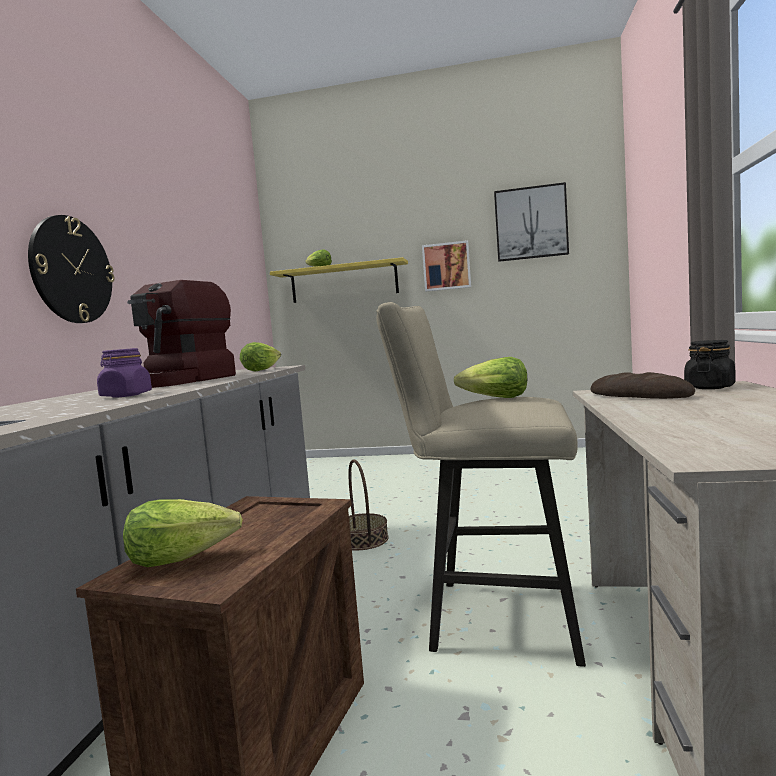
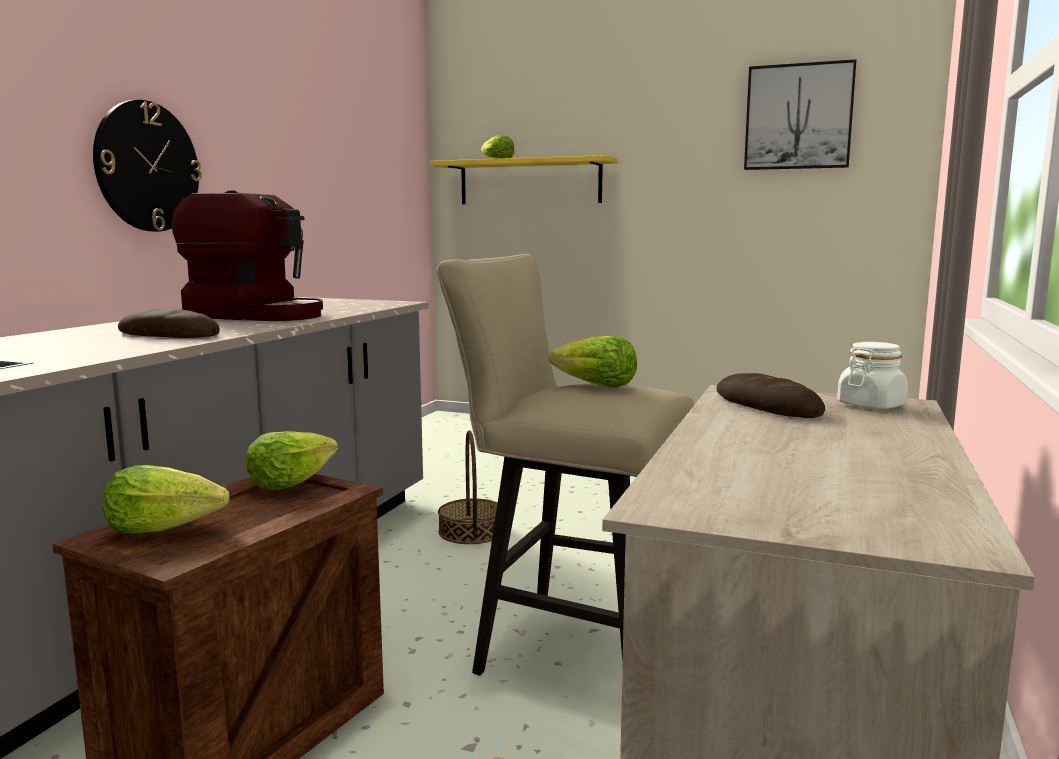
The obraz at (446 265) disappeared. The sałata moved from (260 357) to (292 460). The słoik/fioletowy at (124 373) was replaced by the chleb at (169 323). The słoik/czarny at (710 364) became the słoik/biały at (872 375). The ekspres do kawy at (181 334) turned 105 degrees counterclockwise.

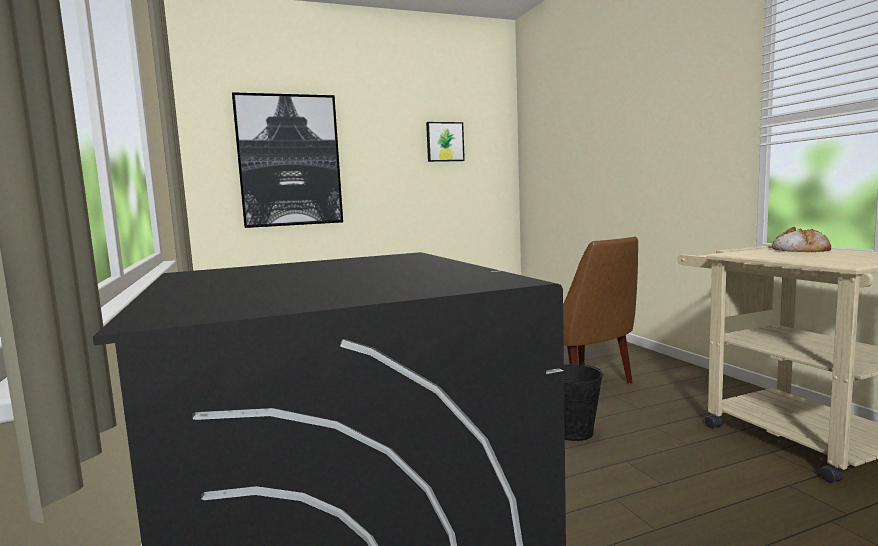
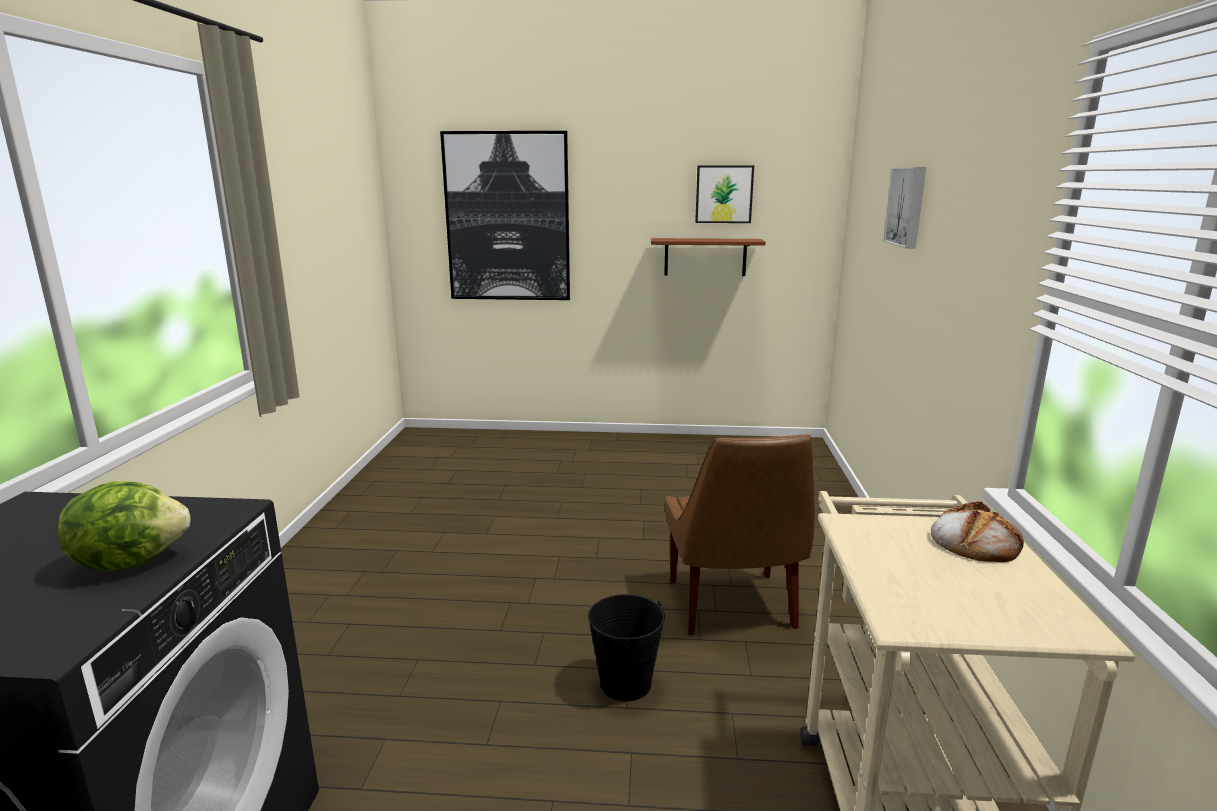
The sałata at (124 526) appeared. The półka/brązowy at (708 257) appeared. The obraz at (904 208) appeared.

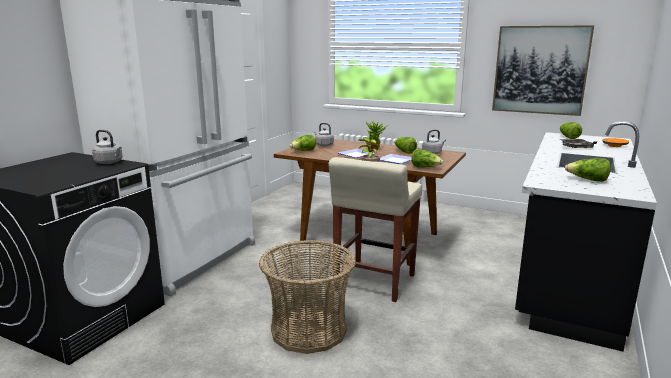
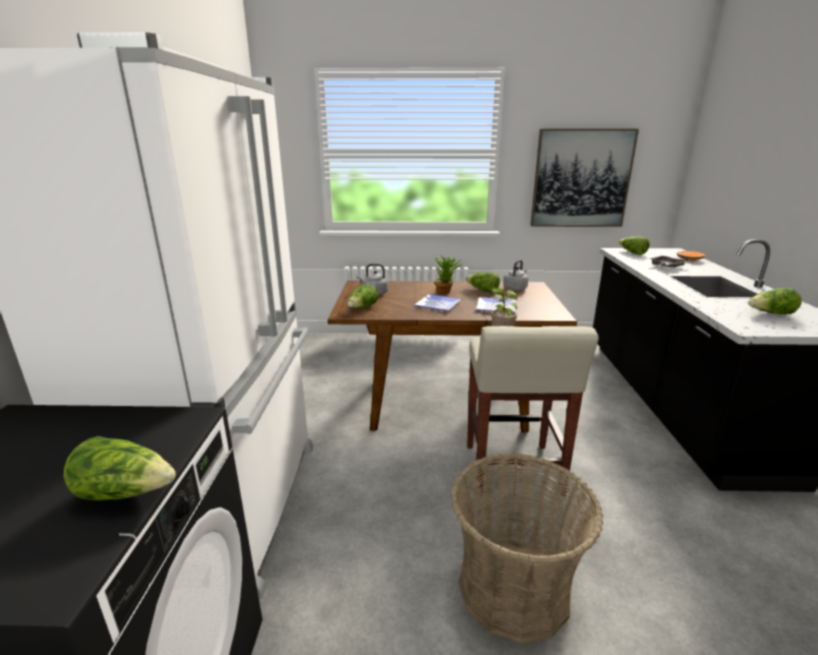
The czajnik/szary at (107 147) disappeared. The sałata moved from (427 158) to (120 468).

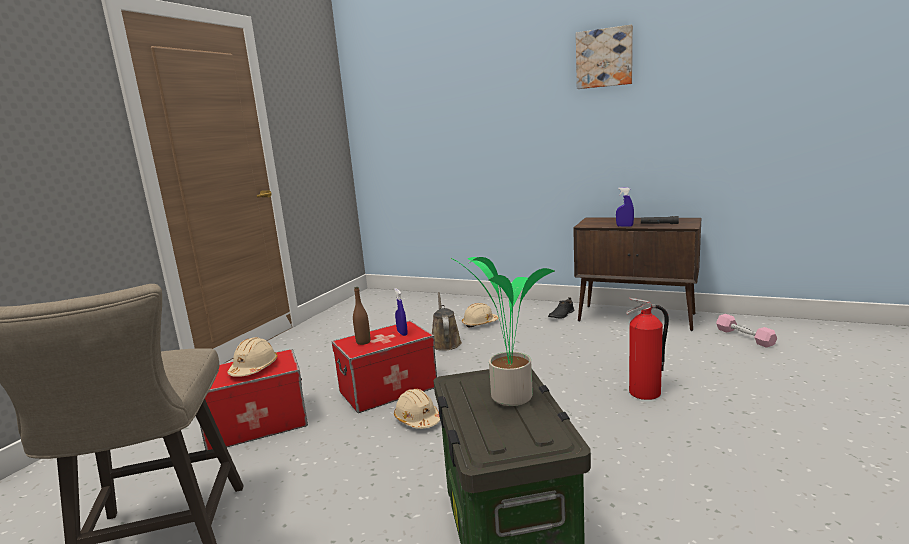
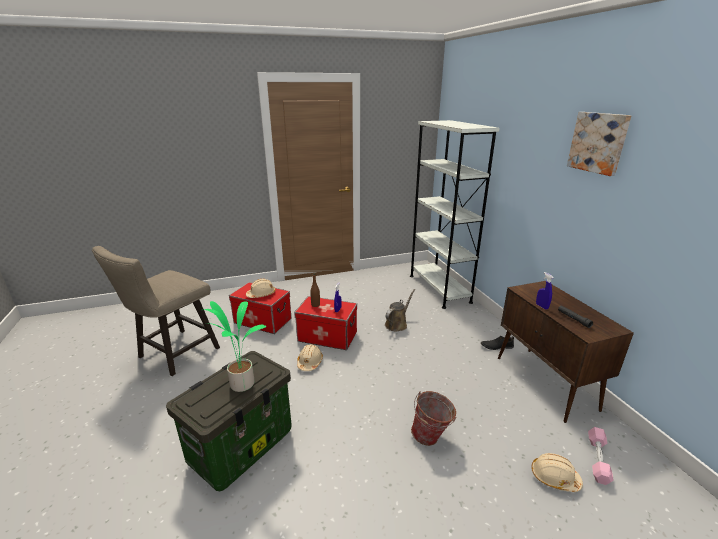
The regał/biały at (455 214) appeared. The kask/beżowy moved from (480 315) to (557 472). The gaśnica at (647 349) was replaced by the wiadro at (433 418).

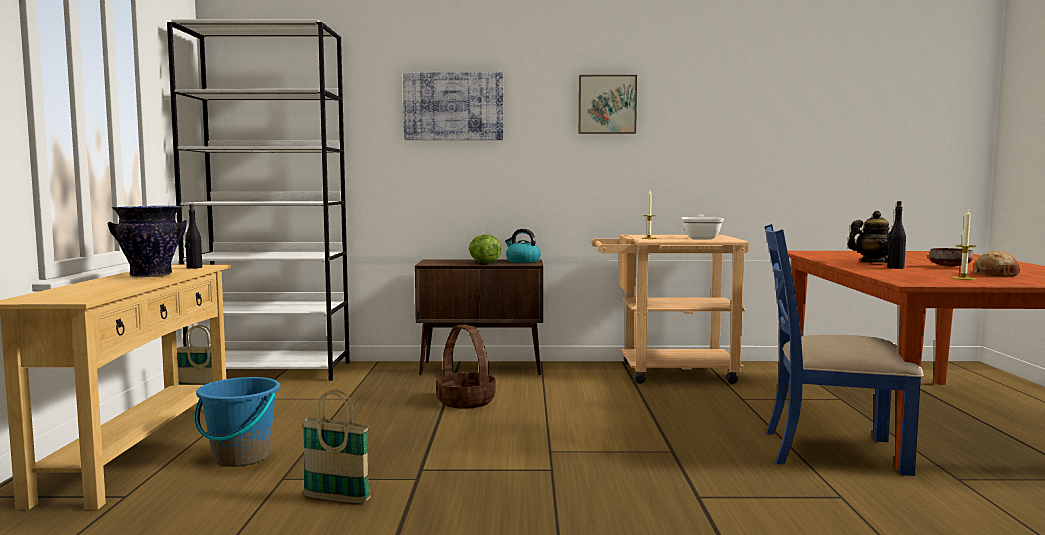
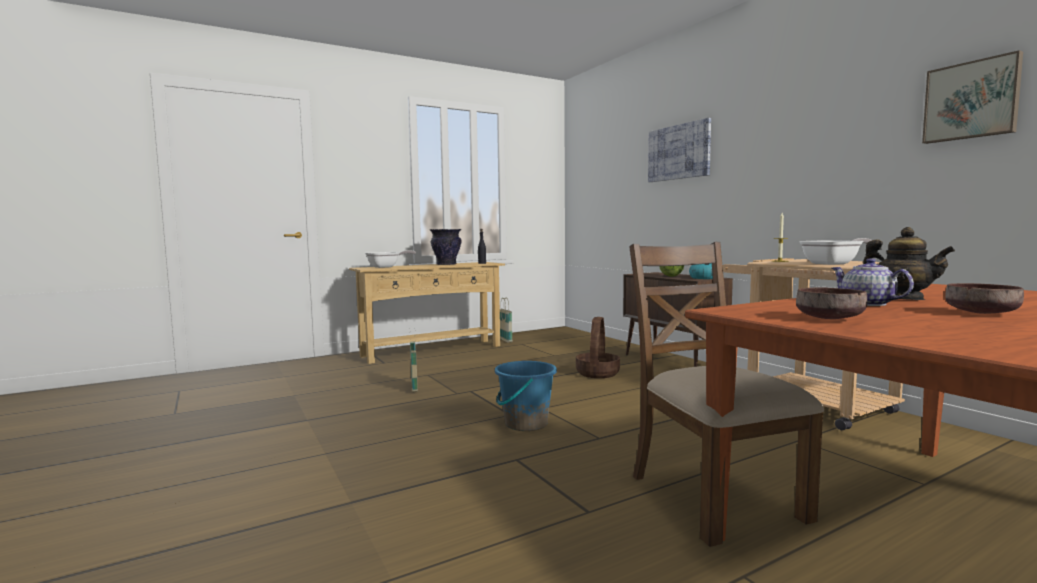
The regał/biały at (258 200) disappeared. The chleb at (997 264) disappeared. The patelnia at (390 259) appeared. The wiadro/niebieski moved from (237 422) to (526 396). The obraz moved from (607 104) to (972 97). The butelka/czarny at (896 235) was replaced by the imbryk at (872 282). The świeca at (963 245) was replaced by the miska/brązowy at (831 303). The krzesło/niebieski at (844 350) became the krzesło/brązowy at (726 394).

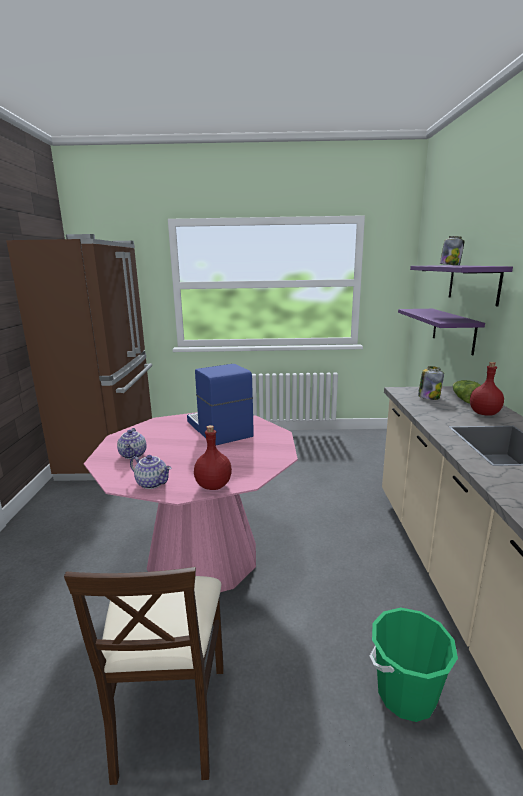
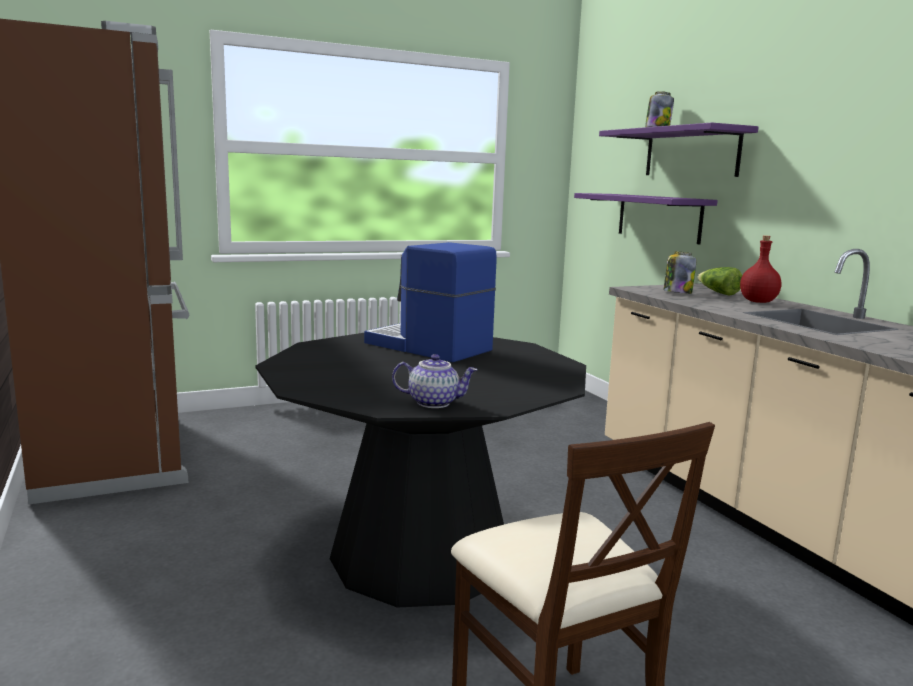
The imbryk at (132 443) disappeared. The butelka/czerwony at (213 457) disappeared. The wiadro/zielony at (414 665) disappeared. The stół jadalny/różowy at (191 502) became the stół jadalny/czarny at (421 470).

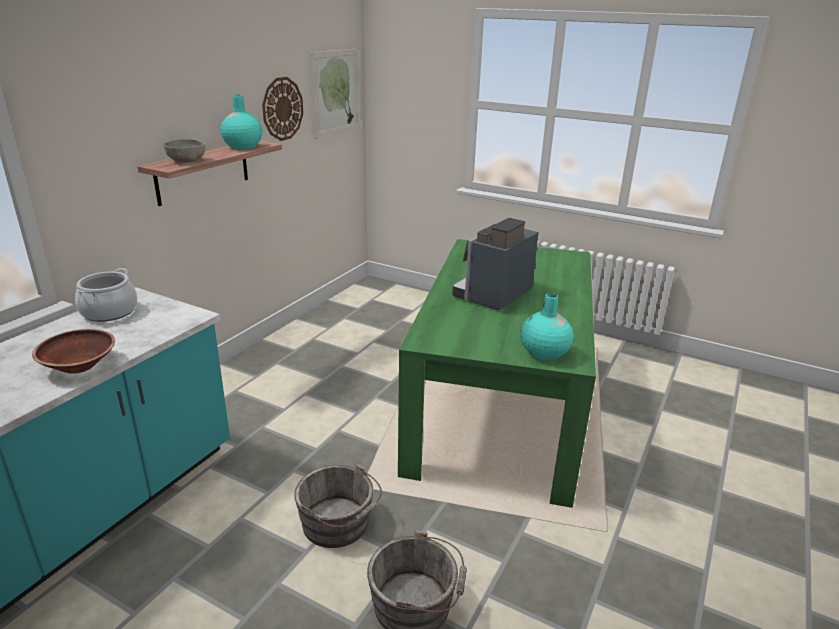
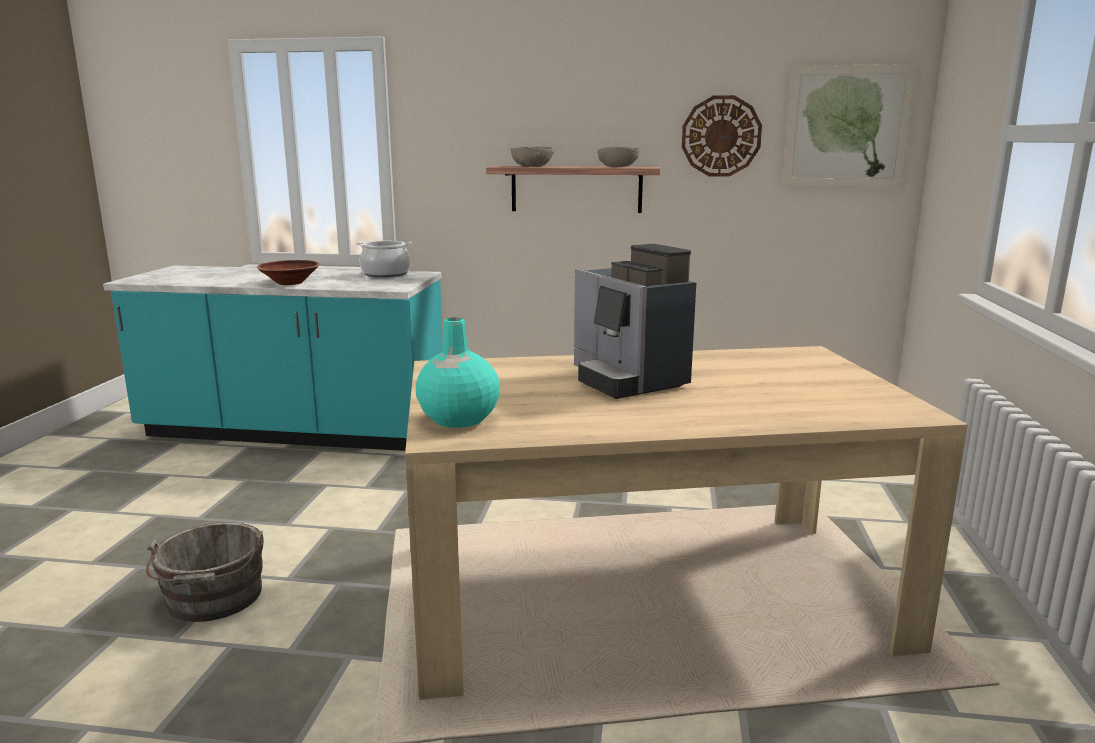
The wiadro/szary at (338 505) disappeared. The wazon/turkusowy at (241 122) was replaced by the miska/szary at (618 157). The stół jadalny/zielony at (497 373) became the stół jadalny/beżowy at (686 523). The ekspres do kawy at (495 264) turned 135 degrees counterclockwise.

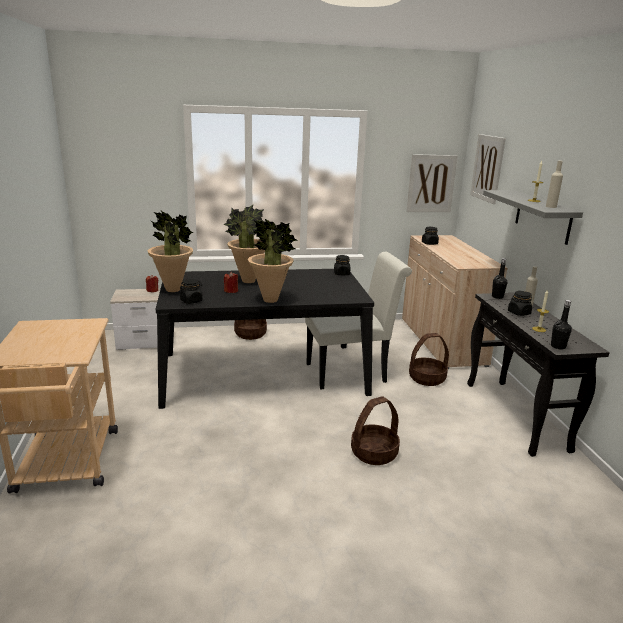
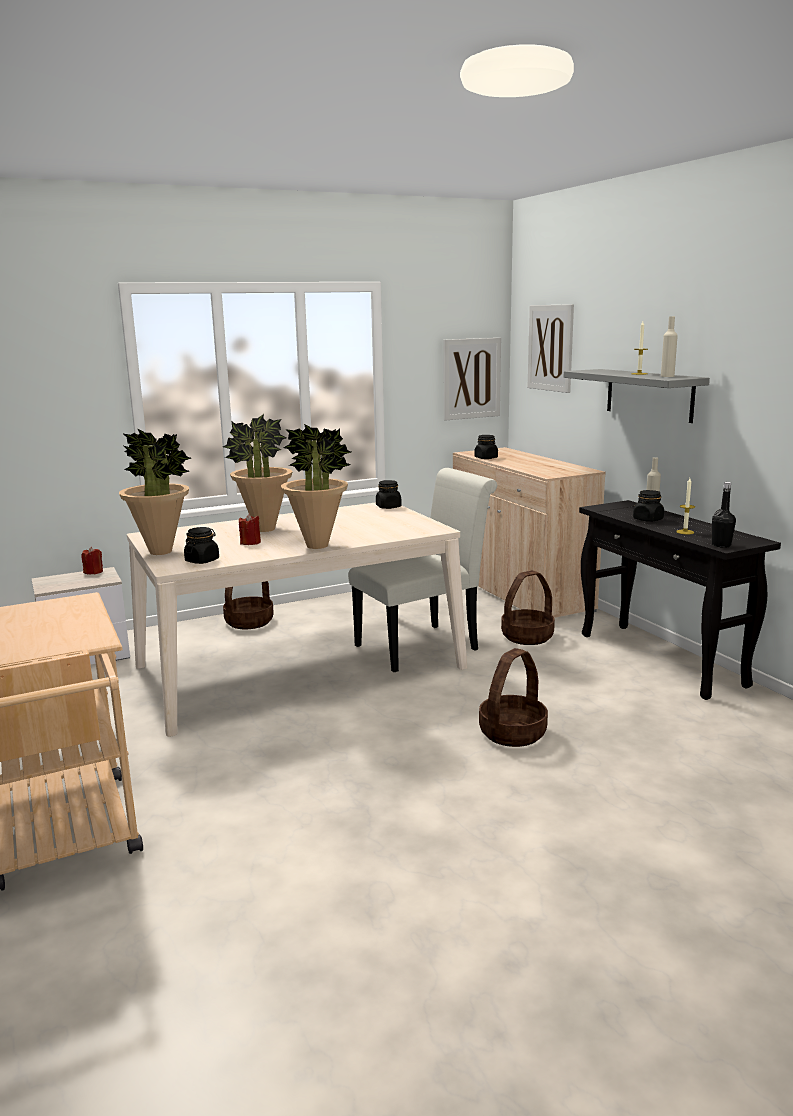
The butelka/czarny at (499 278) disappeared. The stół jadalny/czarny at (265 339) became the stół jadalny/beżowy at (297 620).

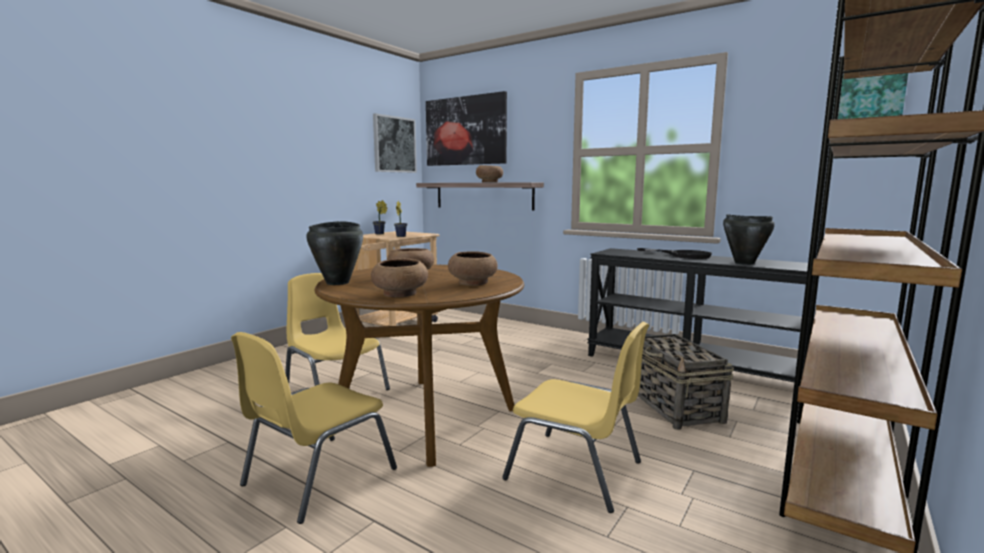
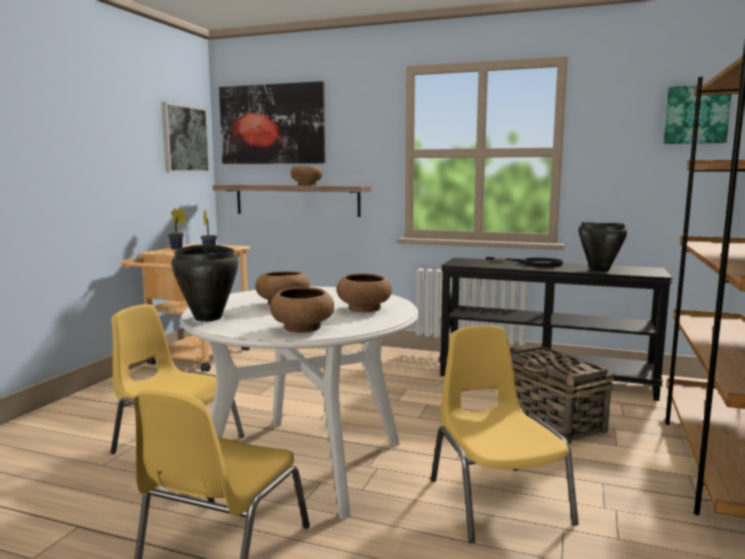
The stół jadalny/brązowy at (419 366) became the stół jadalny/biały at (299 403). The krzesło/żółty at (575 417) turned 120 degrees counterclockwise.

